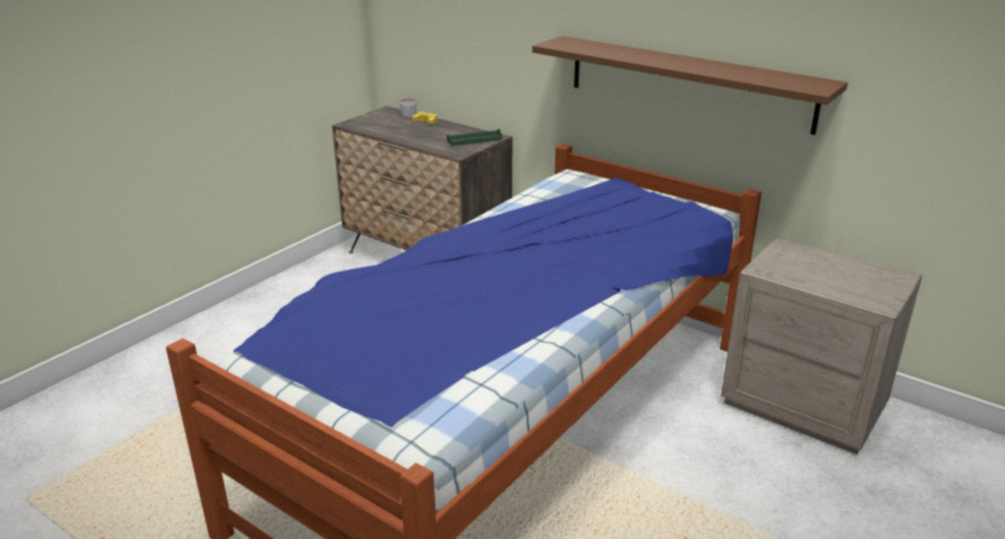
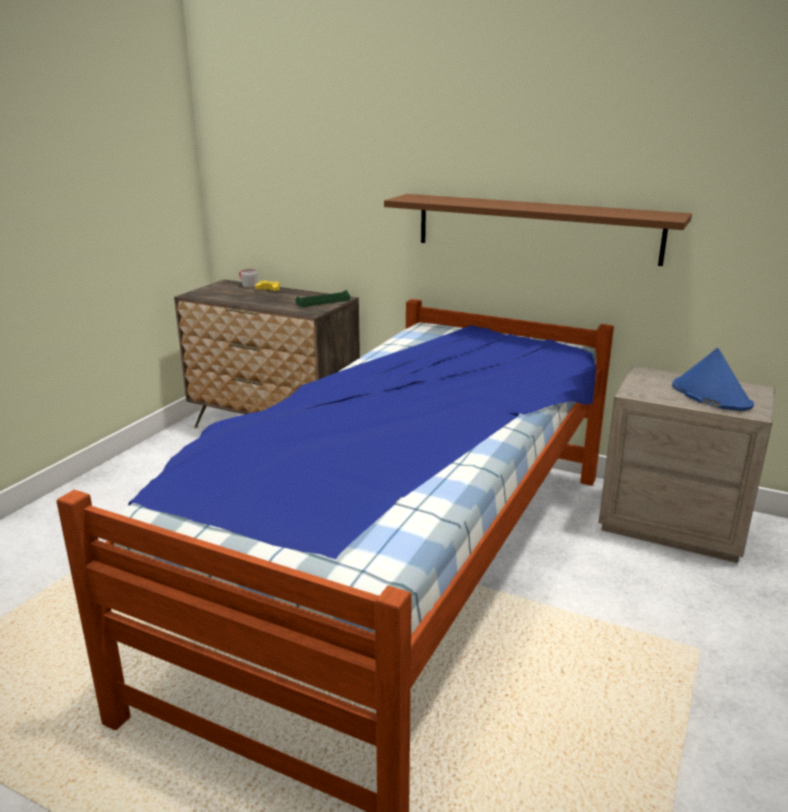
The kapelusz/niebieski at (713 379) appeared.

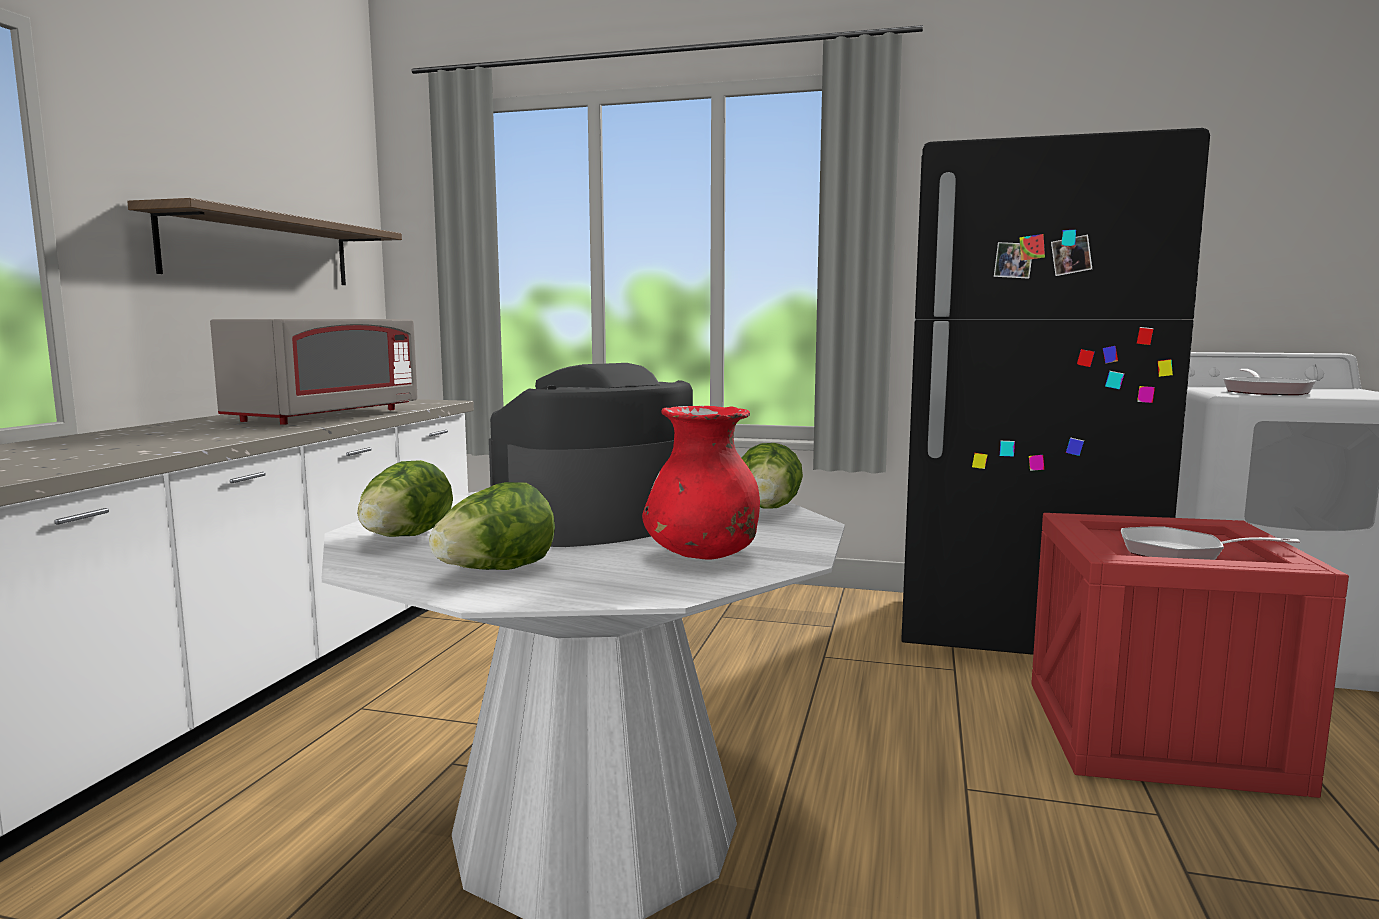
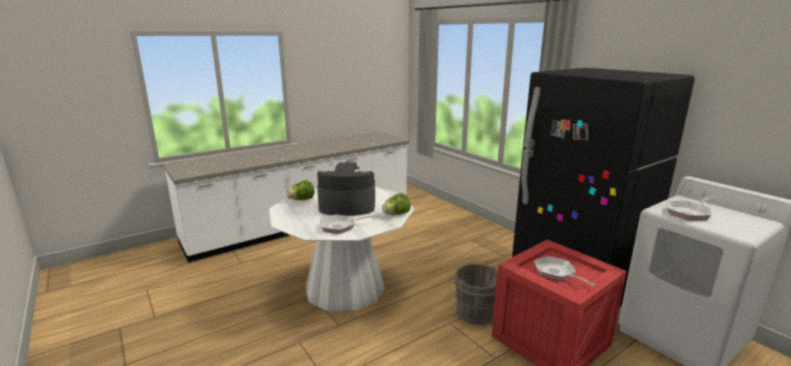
The półka at (264 241) disappeared. The mikrofalówka/szary at (313 372) disappeared. The sałata at (492 526) disappeared. The wiadro/szary at (472 294) appeared. The wazon/czerwony at (701 482) was replaced by the patelnia at (349 224).

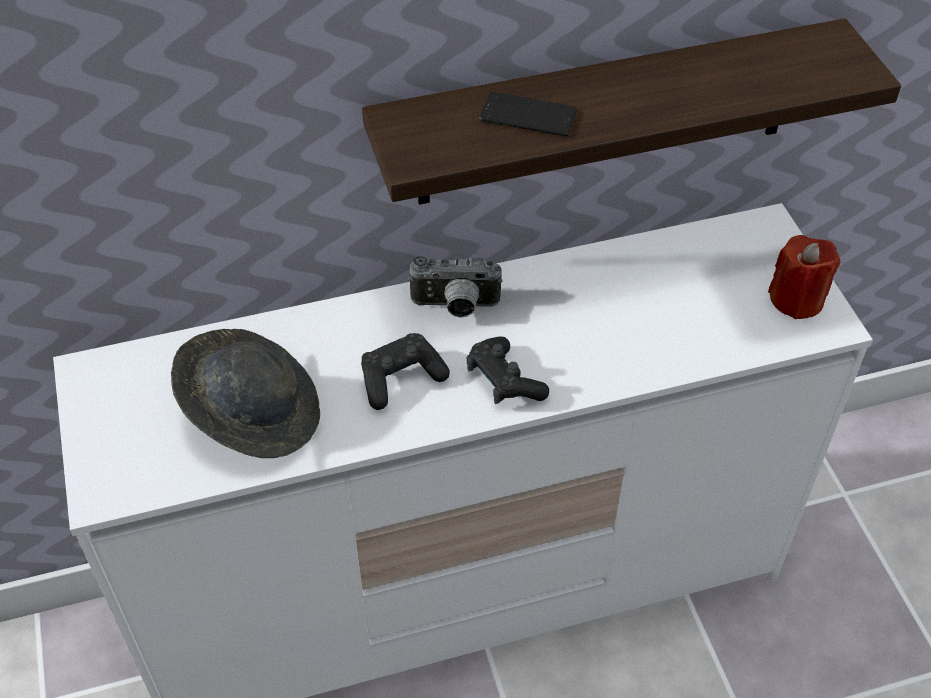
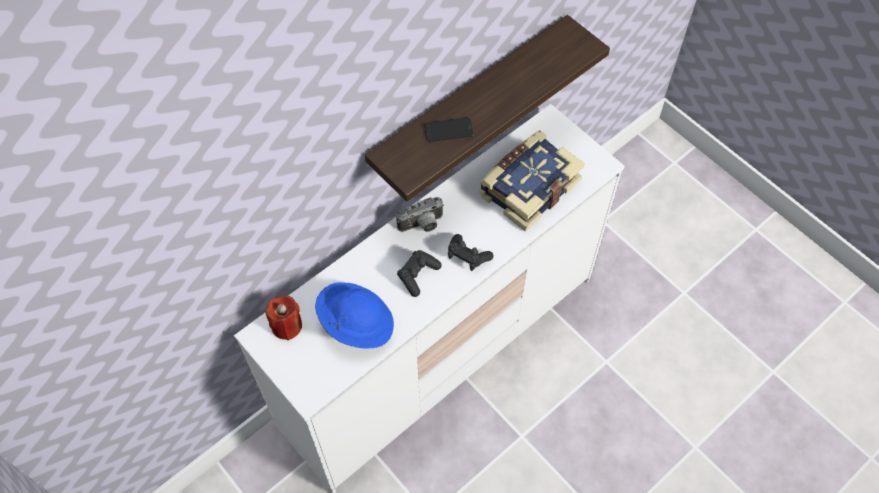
The książka at (532 181) appeared. The świeca/czerwony moved from (804 277) to (283 318). The kapelusz/szary at (245 393) became the kapelusz/niebieski at (354 315).

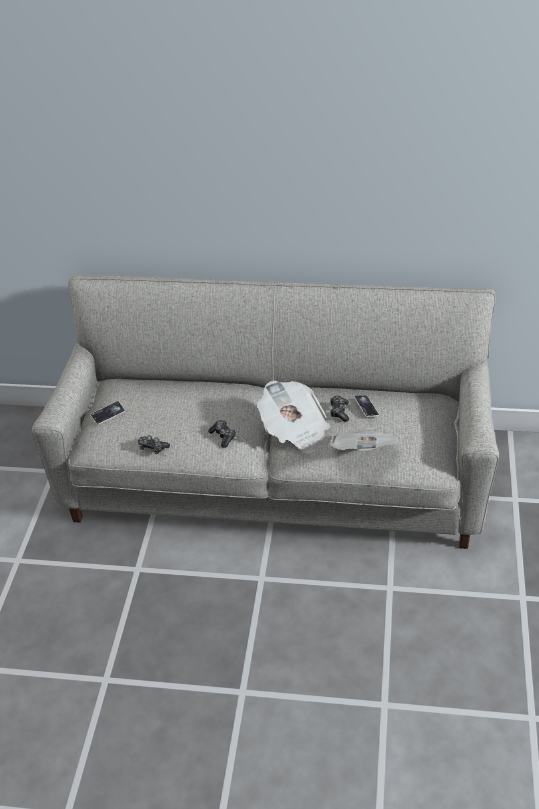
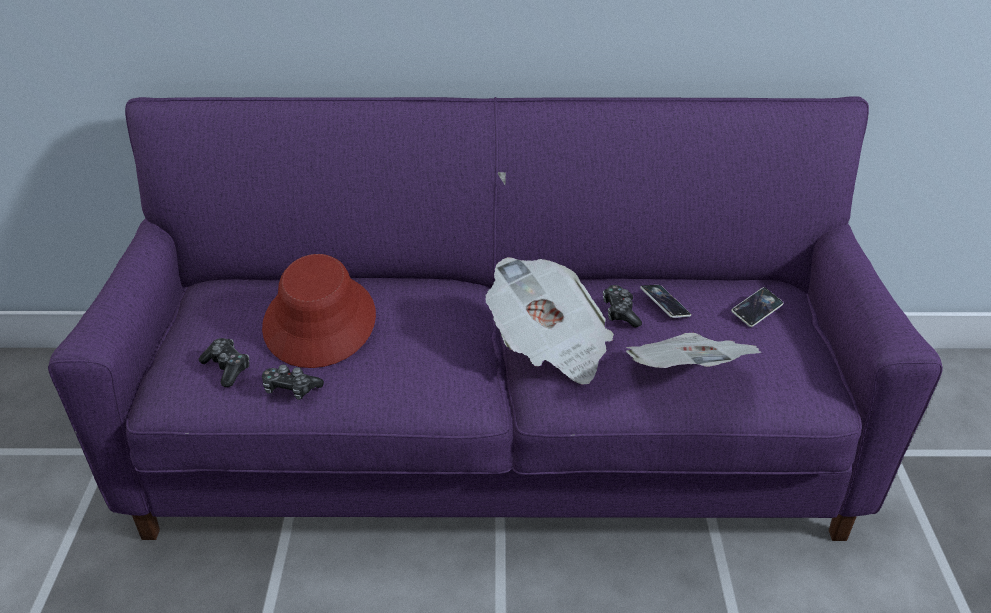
The kapelusz/czerwony at (319 311) appeared. The telefon moved from (107 413) to (757 307). The pad do gier moved from (222 434) to (224 362). The kanapa/szary at (265 412) became the kanapa/fioletowy at (495 319).

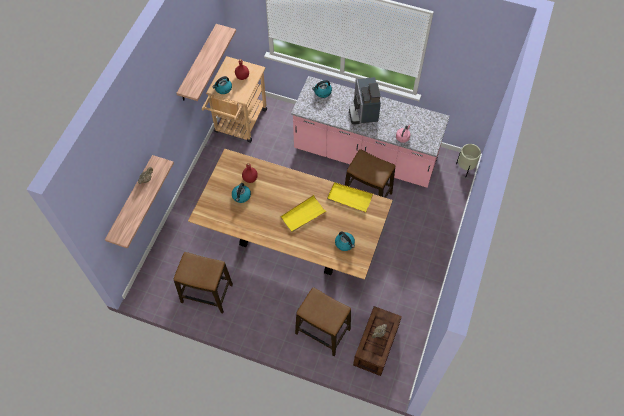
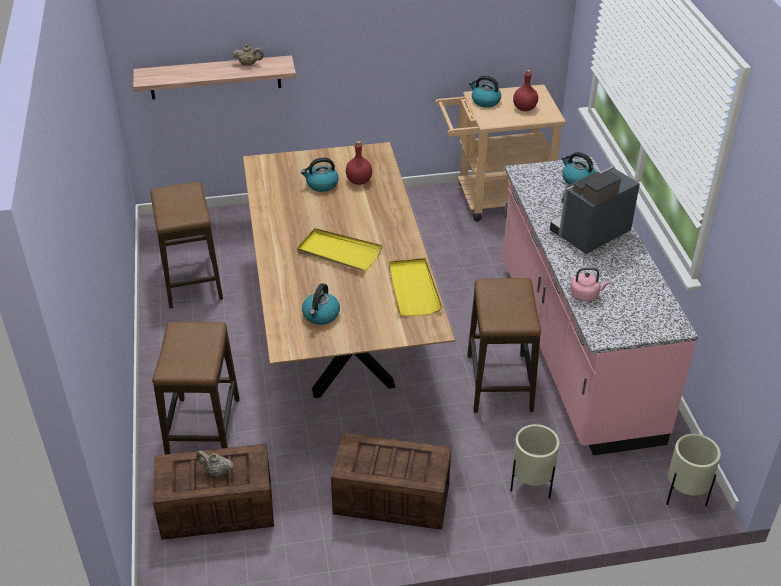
The półka at (206 62) disappeared. The skrzynka at (391 481) appeared. The donica/beżowy at (535 461) appeared.

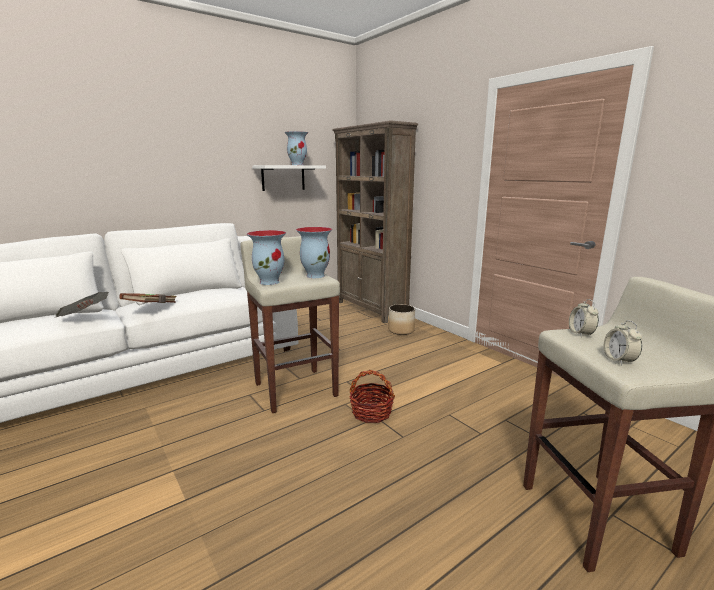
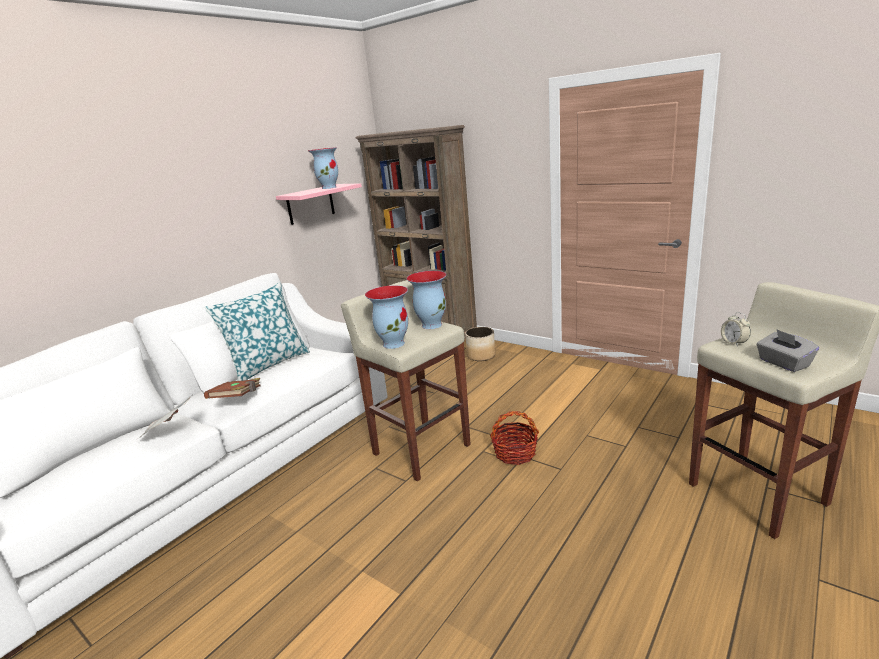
The poduszka at (257 331) appeared. The budzik at (623 342) was replaced by the pudełko chusteczek/szary at (787 351). The półka/biały at (289 178) became the półka/różowy at (319 204).

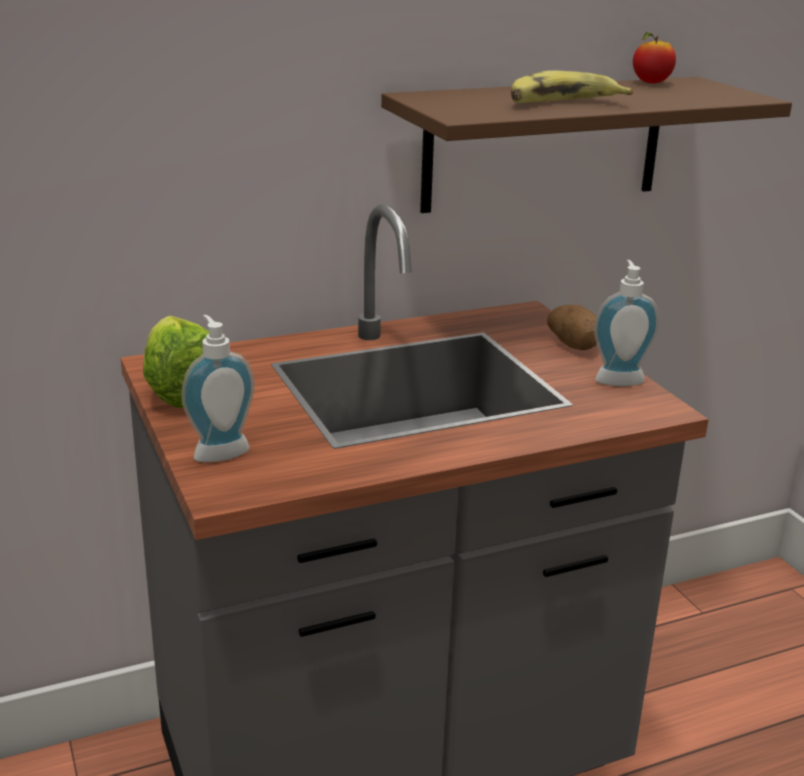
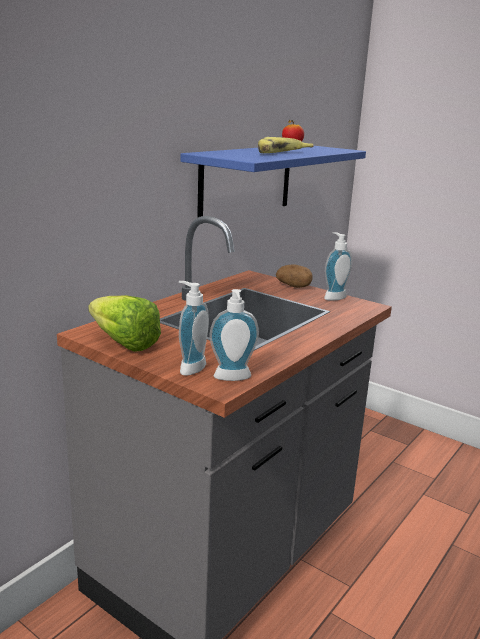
The dozownik mydła at (234 335) appeared. The półka/brązowy at (586 145) became the półka/niebieski at (273 185).

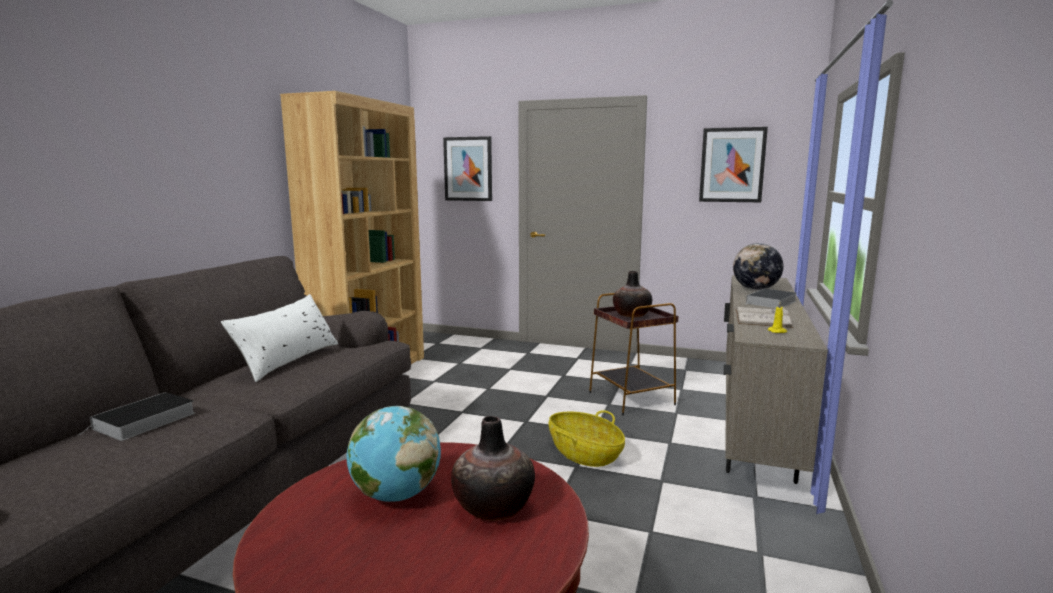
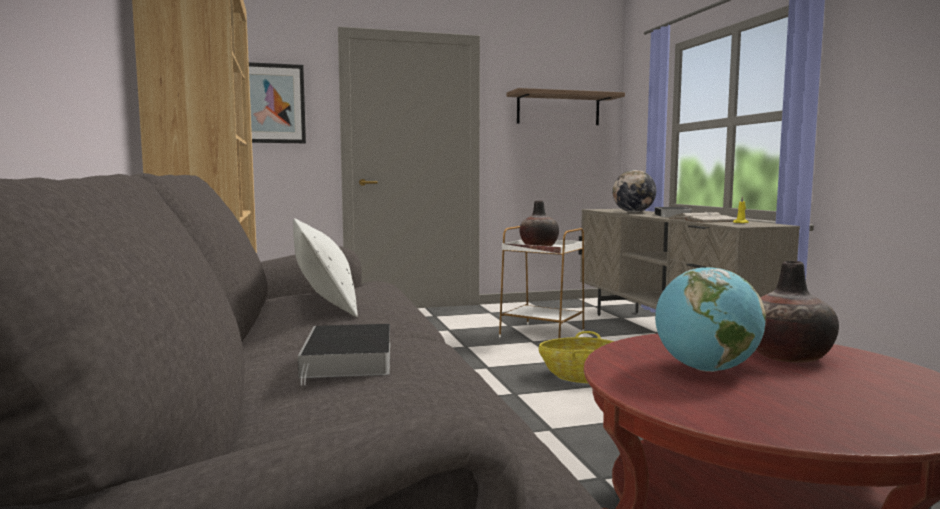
The obraz at (733 164) was replaced by the półka at (566 106). The stolik/brązowy at (633 354) became the stolik/biały at (541 282).

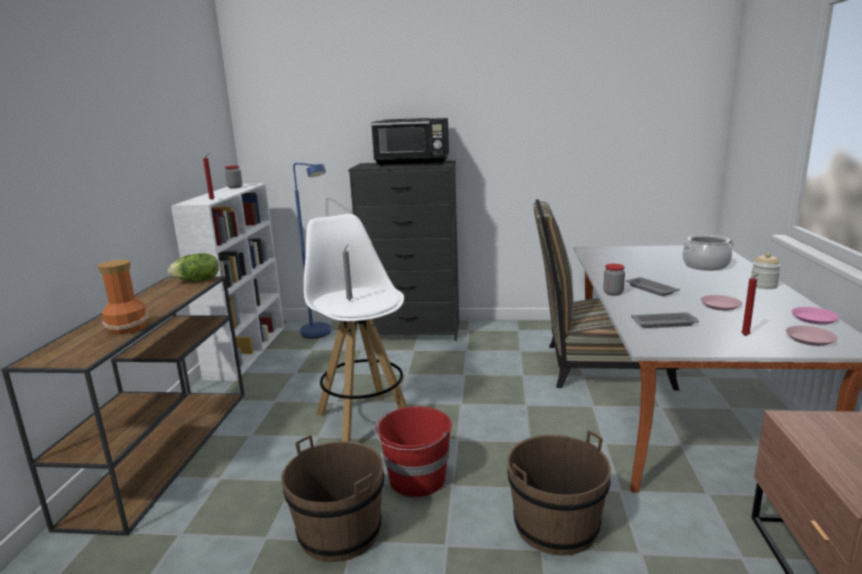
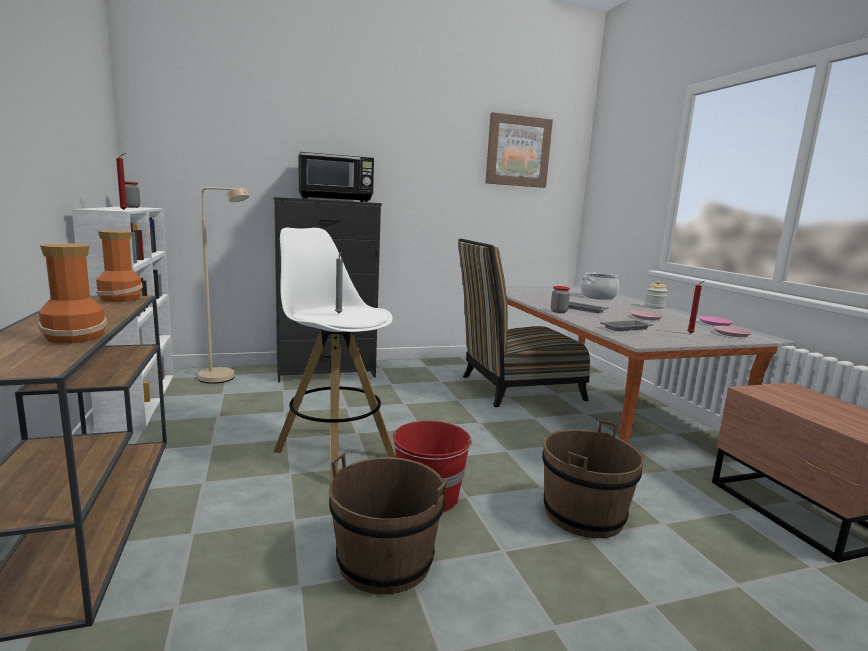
The obraz at (519 150) appeared. The sałata at (193 267) was replaced by the wazon at (119 266). The lampa stojąca/niebieski at (312 250) became the lampa stojąca/beżowy at (224 285).

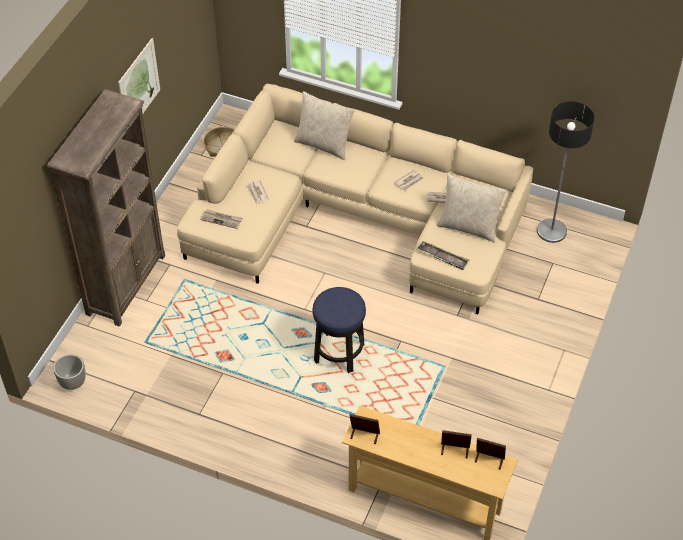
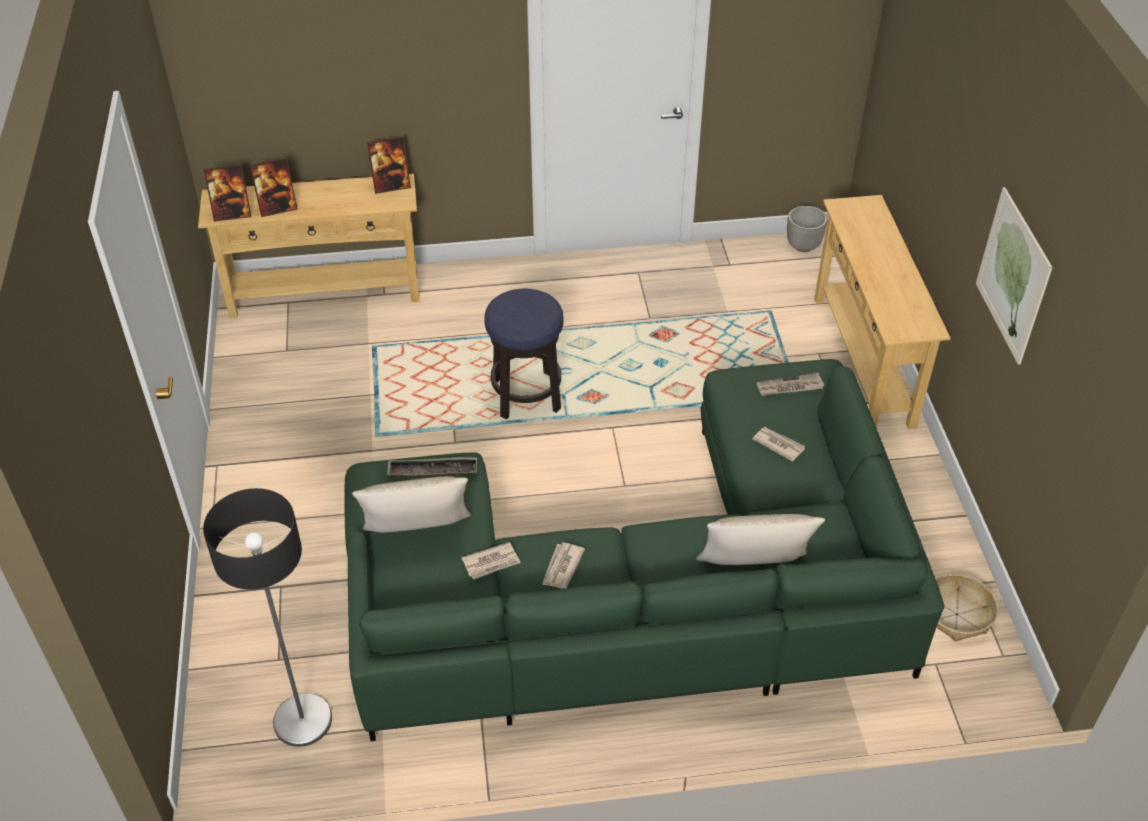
The regał/brązowy at (106 208) was replaced by the stolik konsolowy/beżowy at (882 312). The kanapa/beżowy at (355 199) became the kanapa/zielony at (644 550).

